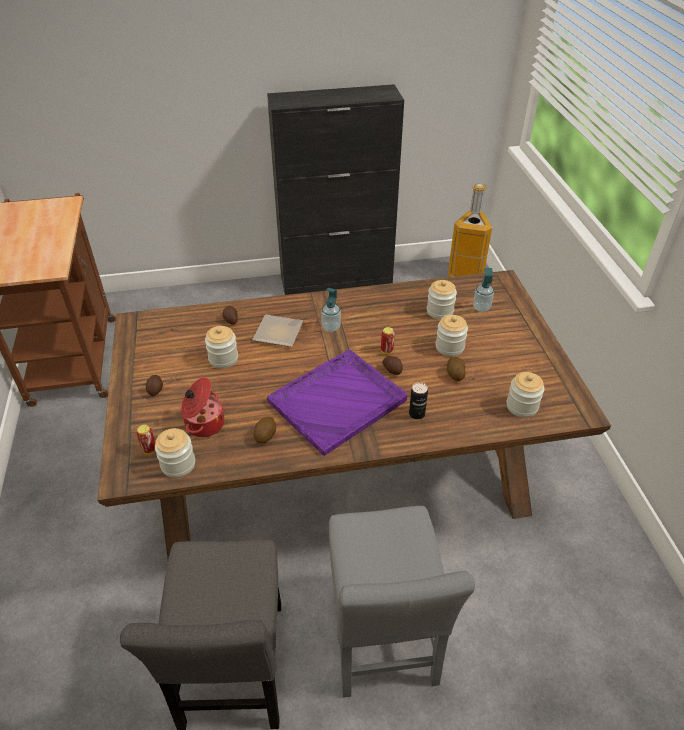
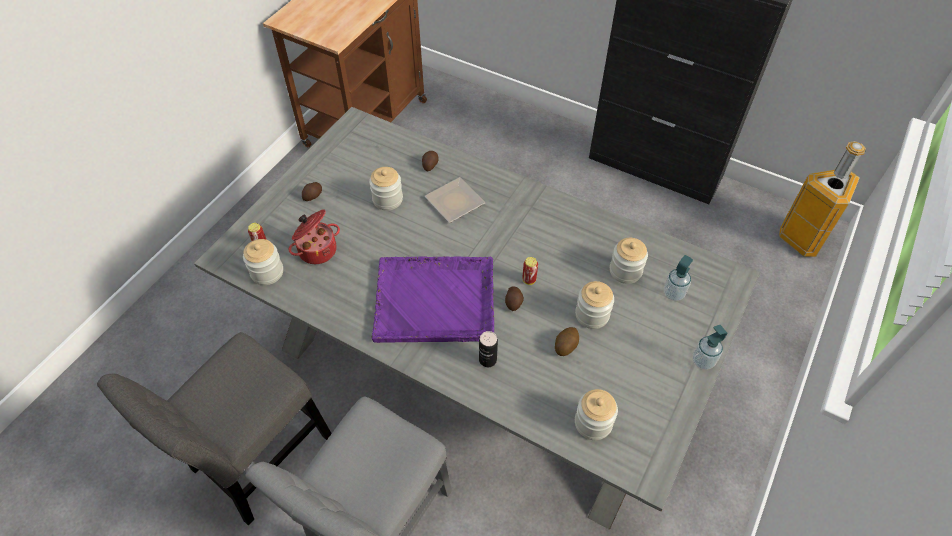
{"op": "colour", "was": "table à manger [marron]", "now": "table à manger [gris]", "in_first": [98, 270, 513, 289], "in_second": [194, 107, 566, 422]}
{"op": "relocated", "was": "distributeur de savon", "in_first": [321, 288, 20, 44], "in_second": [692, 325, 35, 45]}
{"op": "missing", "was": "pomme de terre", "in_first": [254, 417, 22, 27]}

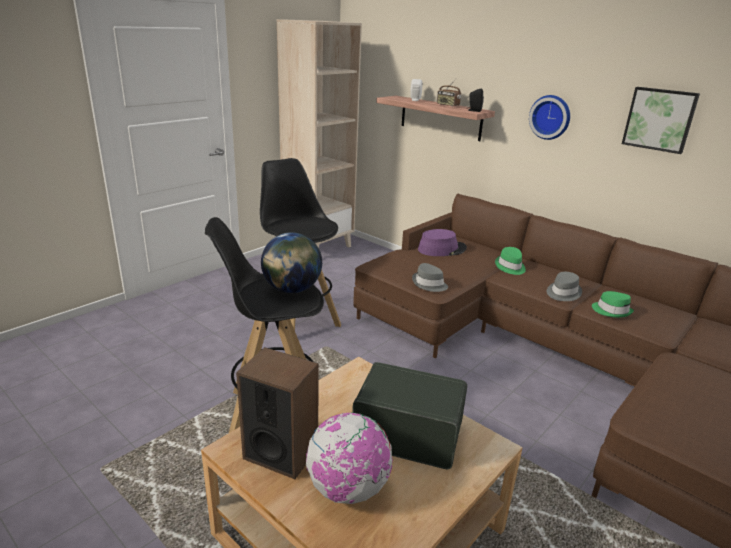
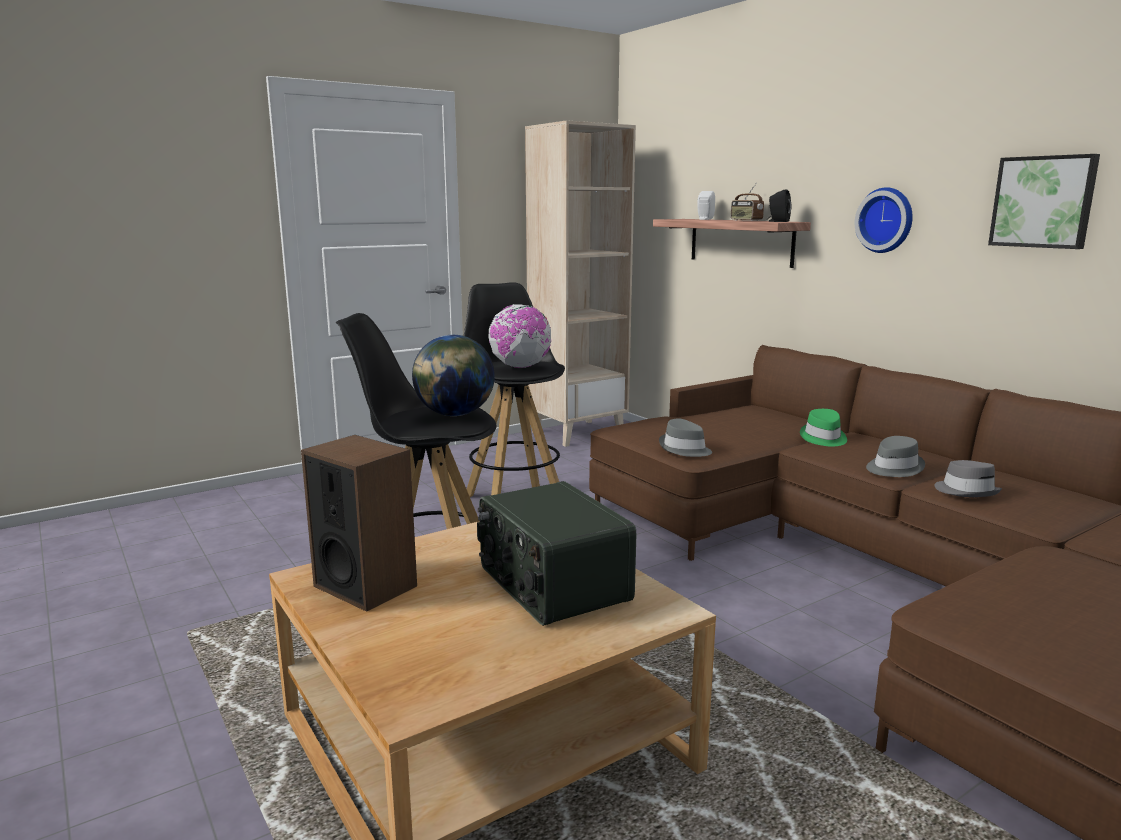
{"op": "spun", "was": "radio", "in_first": [352, 362, 115, 107], "in_second": [477, 481, 159, 145], "clockwise": -150}
{"op": "relocated", "was": "globe", "in_first": [306, 413, 87, 91], "in_second": [488, 304, 63, 64]}
{"op": "colour", "was": "chapeau [vert]", "now": "chapeau [gris]", "in_first": [592, 291, 42, 27], "in_second": [934, 460, 68, 37]}
{"op": "missing", "was": "chapeau [violet]", "in_first": [418, 229, 49, 27]}

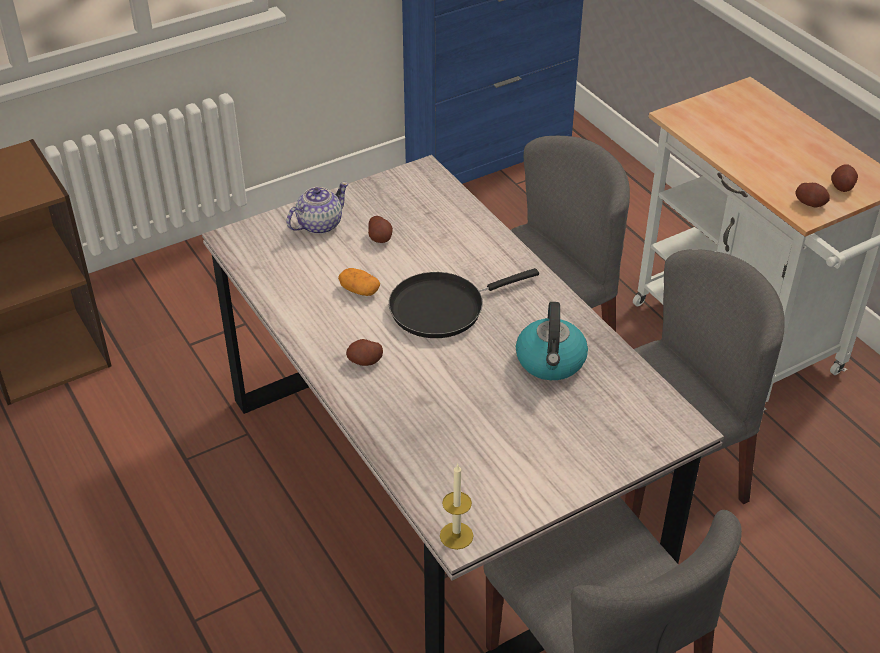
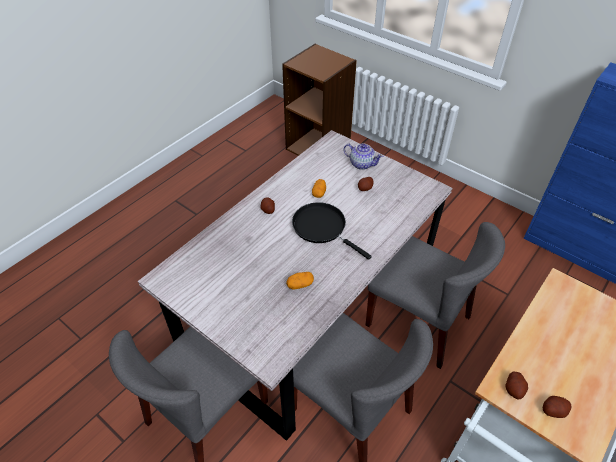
{"op": "exchanged", "was": "bouilloire", "now": "pomme de terre", "in_first": [516, 302, 72, 78], "in_second": [286, 272, 28, 17]}
{"op": "missing", "was": "bougie", "in_first": [440, 463, 33, 87]}

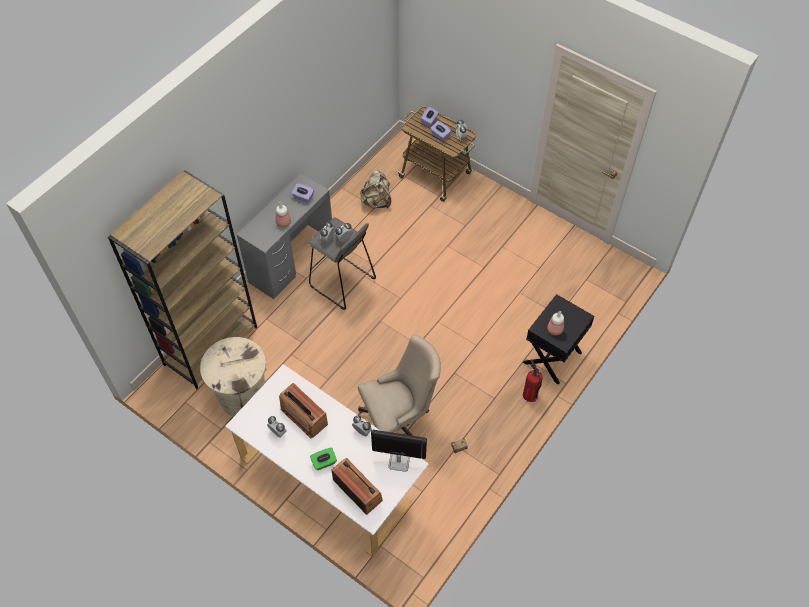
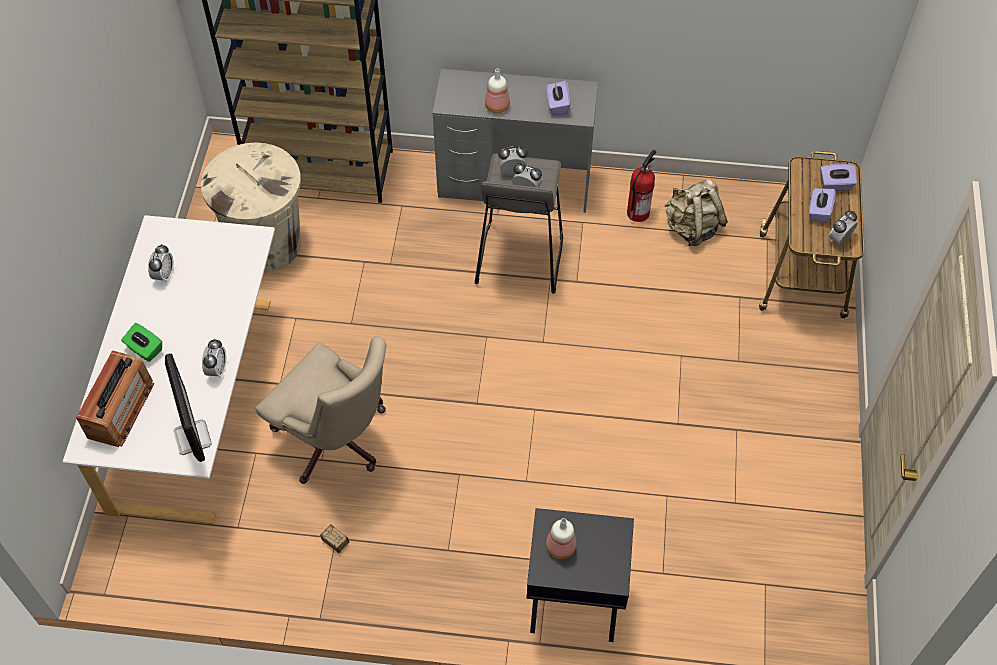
{"op": "relocated", "was": "extincteur", "in_first": [523, 359, 19, 43], "in_second": [627, 150, 30, 72]}
{"op": "missing", "was": "radio", "in_first": [279, 383, 49, 55]}

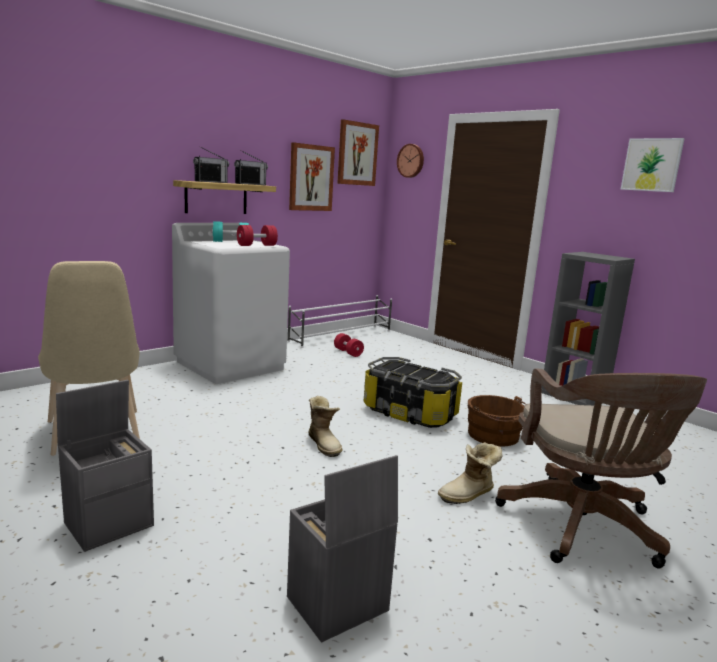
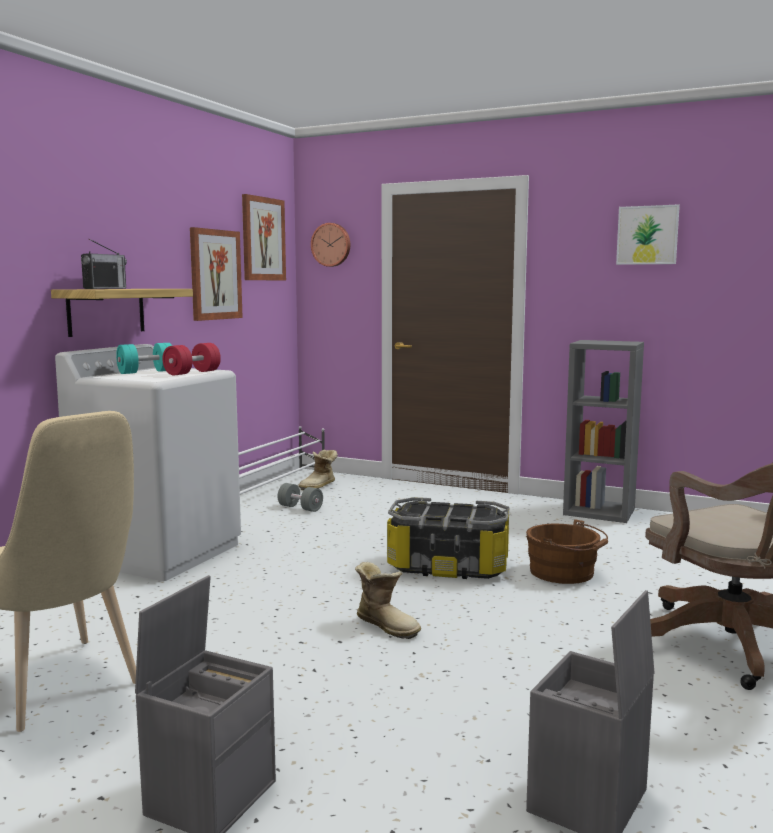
{"op": "colour", "was": "haltère [rouge]", "now": "haltère [gris]", "in_first": [334, 333, 30, 24], "in_second": [278, 483, 45, 29]}
{"op": "relocated", "was": "botte", "in_first": [438, 442, 64, 62], "in_second": [298, 450, 40, 41]}
{"op": "missing", "was": "radio", "in_first": [234, 150, 34, 35]}

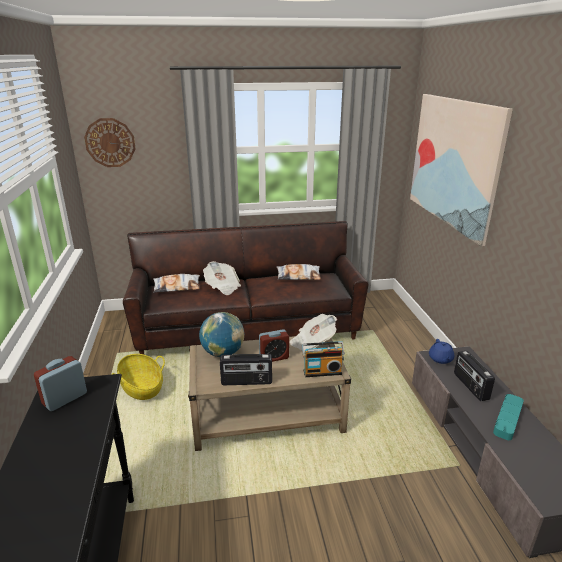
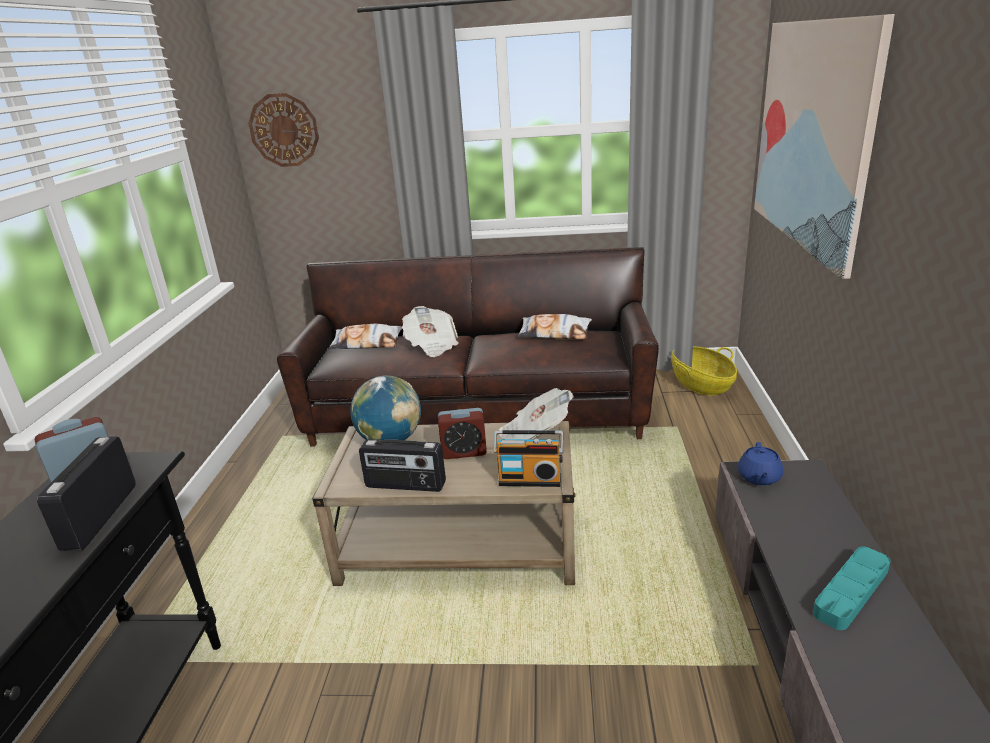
{"op": "relocated", "was": "radio", "in_first": [454, 351, 41, 50], "in_second": [37, 436, 99, 115]}
{"op": "relocated", "was": "panier", "in_first": [112, 354, 53, 46], "in_second": [671, 346, 66, 49]}

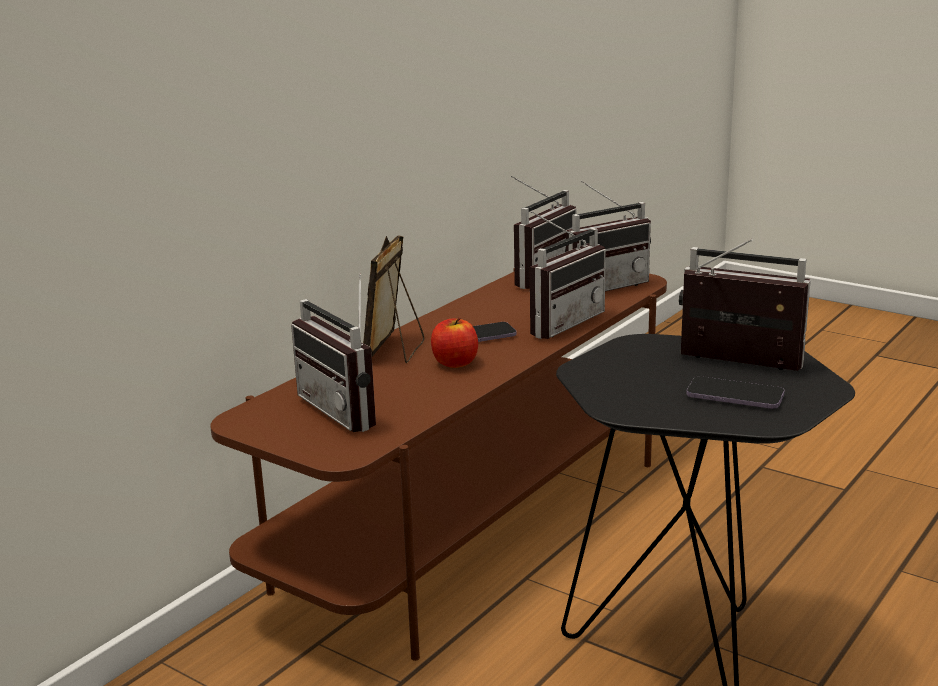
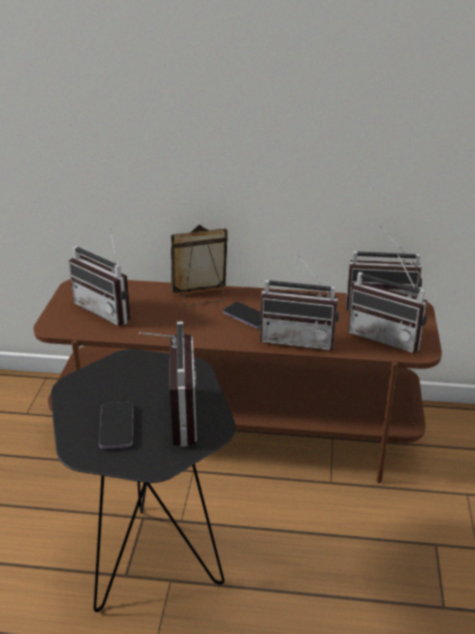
{"op": "spun", "was": "radio", "in_first": [291, 274, 85, 158], "in_second": [69, 228, 62, 98], "clockwise": -75}
{"op": "missing", "was": "pomme", "in_first": [431, 318, 47, 50]}

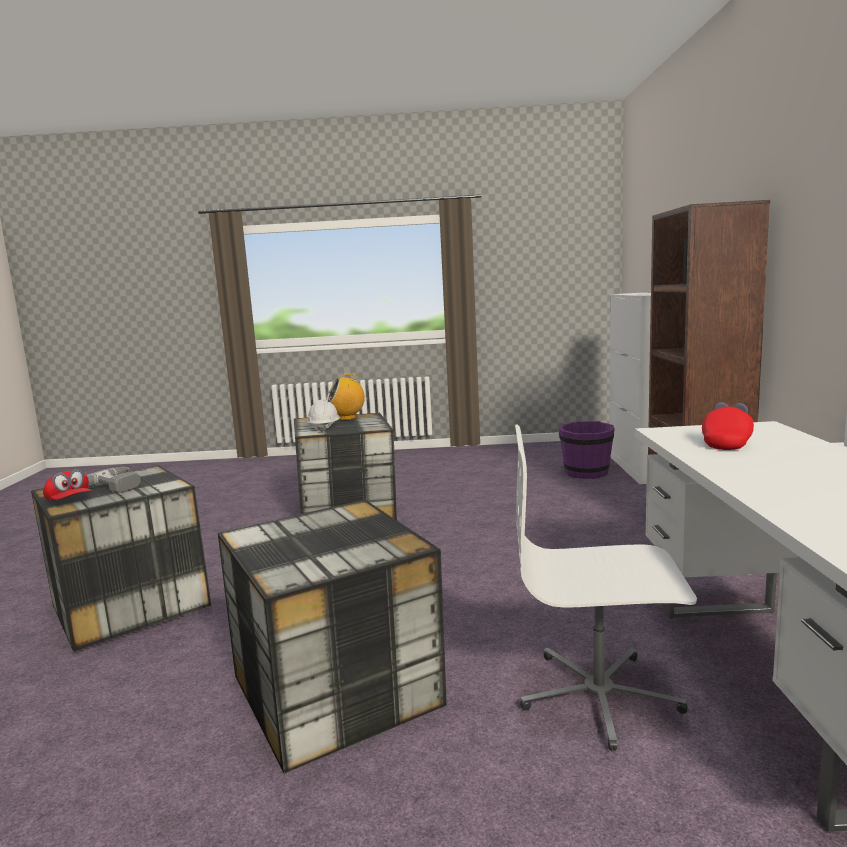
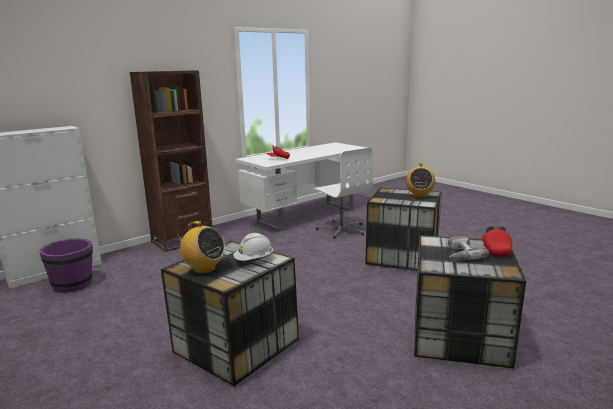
{"op": "appeared", "now": "radio", "in_second": [406, 163, 29, 35]}

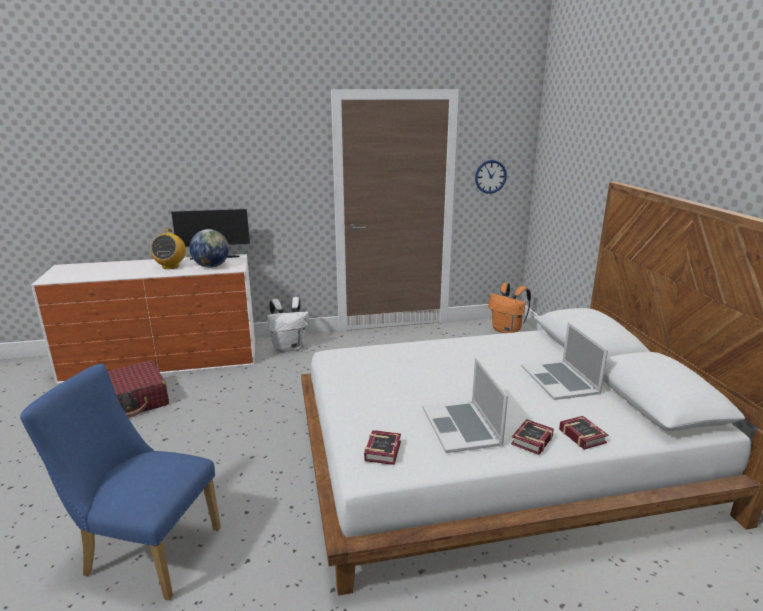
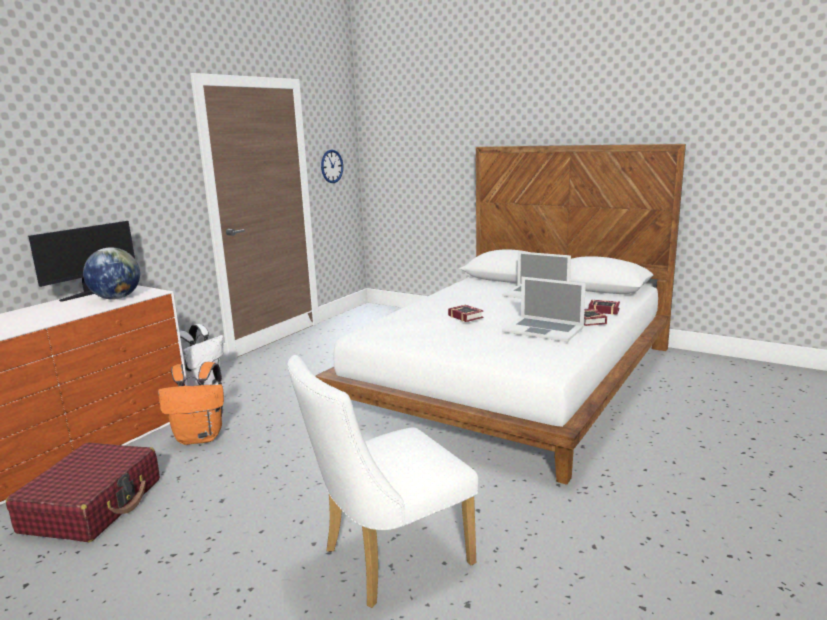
{"op": "relocated", "was": "sac à dos [orange]", "in_first": [488, 283, 43, 50], "in_second": [158, 362, 66, 83]}
{"op": "colour", "was": "chaise [bleu]", "now": "chaise [blanc]", "in_first": [20, 364, 201, 236], "in_second": [288, 355, 190, 253]}
{"op": "relocated", "was": "livre", "in_first": [364, 430, 37, 35], "in_second": [448, 305, 36, 17]}
{"op": "missing", "was": "radio", "in_first": [150, 229, 36, 40]}

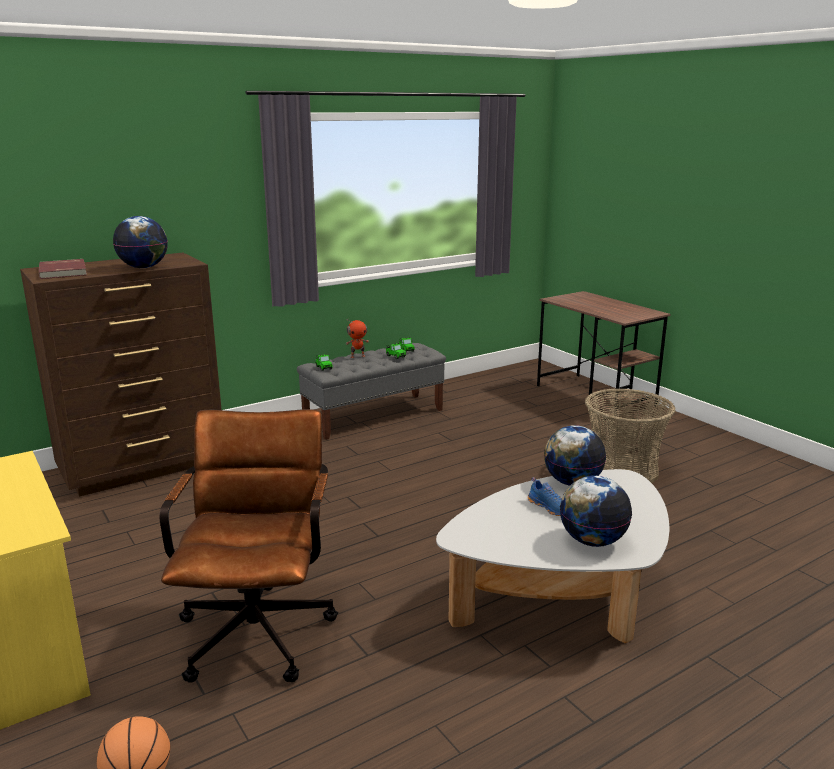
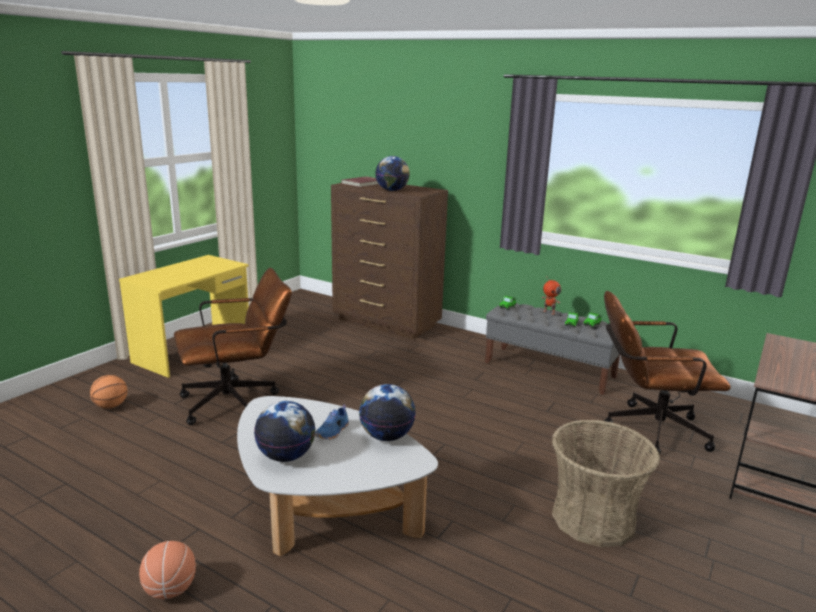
{"op": "appeared", "now": "ballon de basket", "in_second": [139, 541, 57, 58]}
{"op": "appeared", "now": "chaise de bureau [marron]", "in_second": [604, 291, 127, 165]}

